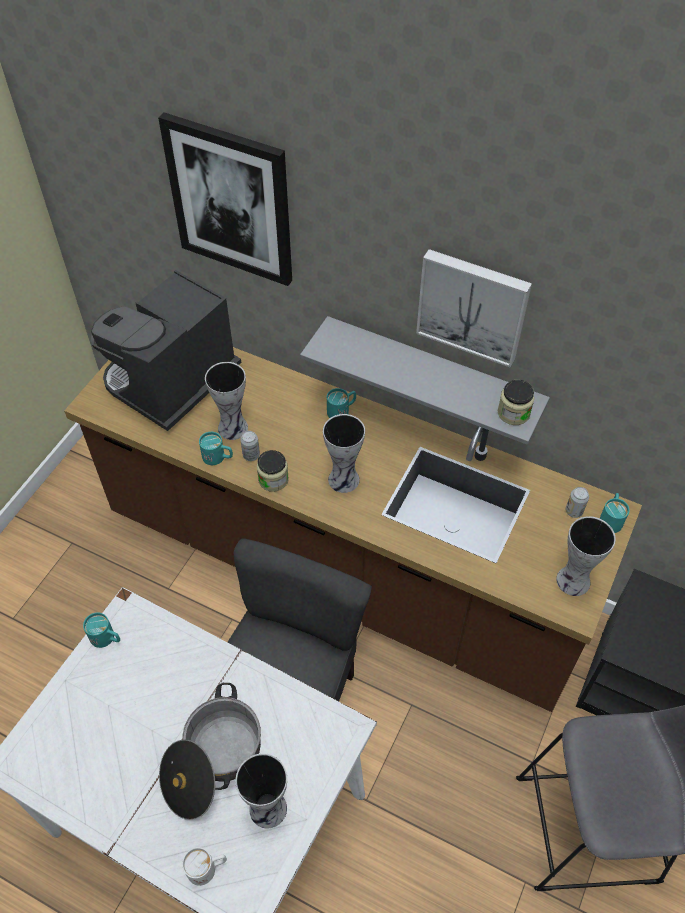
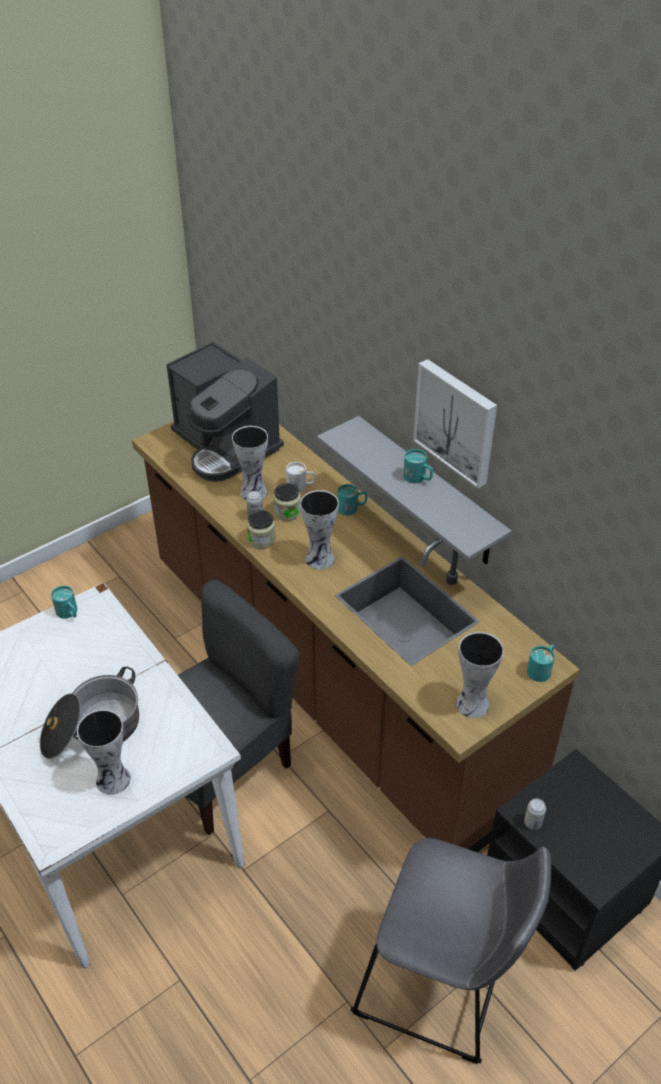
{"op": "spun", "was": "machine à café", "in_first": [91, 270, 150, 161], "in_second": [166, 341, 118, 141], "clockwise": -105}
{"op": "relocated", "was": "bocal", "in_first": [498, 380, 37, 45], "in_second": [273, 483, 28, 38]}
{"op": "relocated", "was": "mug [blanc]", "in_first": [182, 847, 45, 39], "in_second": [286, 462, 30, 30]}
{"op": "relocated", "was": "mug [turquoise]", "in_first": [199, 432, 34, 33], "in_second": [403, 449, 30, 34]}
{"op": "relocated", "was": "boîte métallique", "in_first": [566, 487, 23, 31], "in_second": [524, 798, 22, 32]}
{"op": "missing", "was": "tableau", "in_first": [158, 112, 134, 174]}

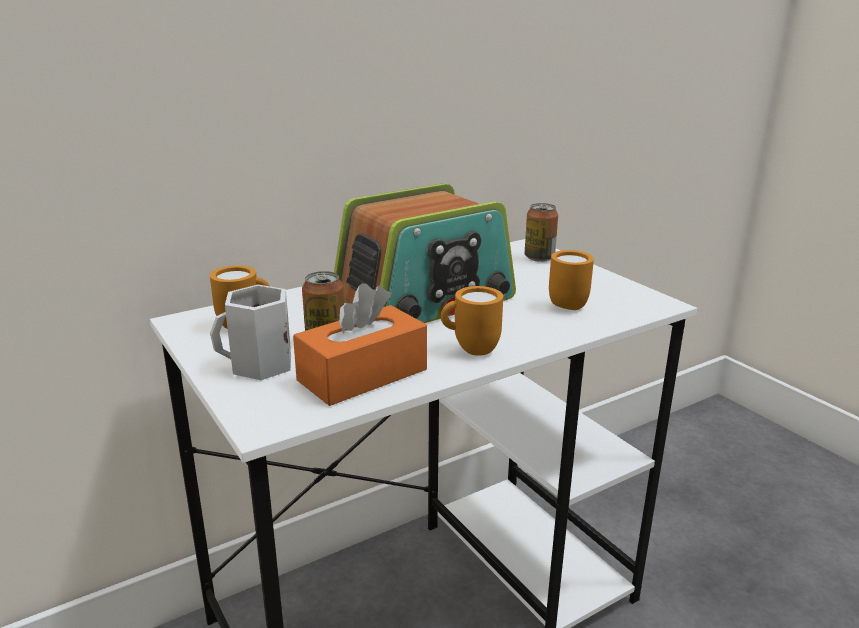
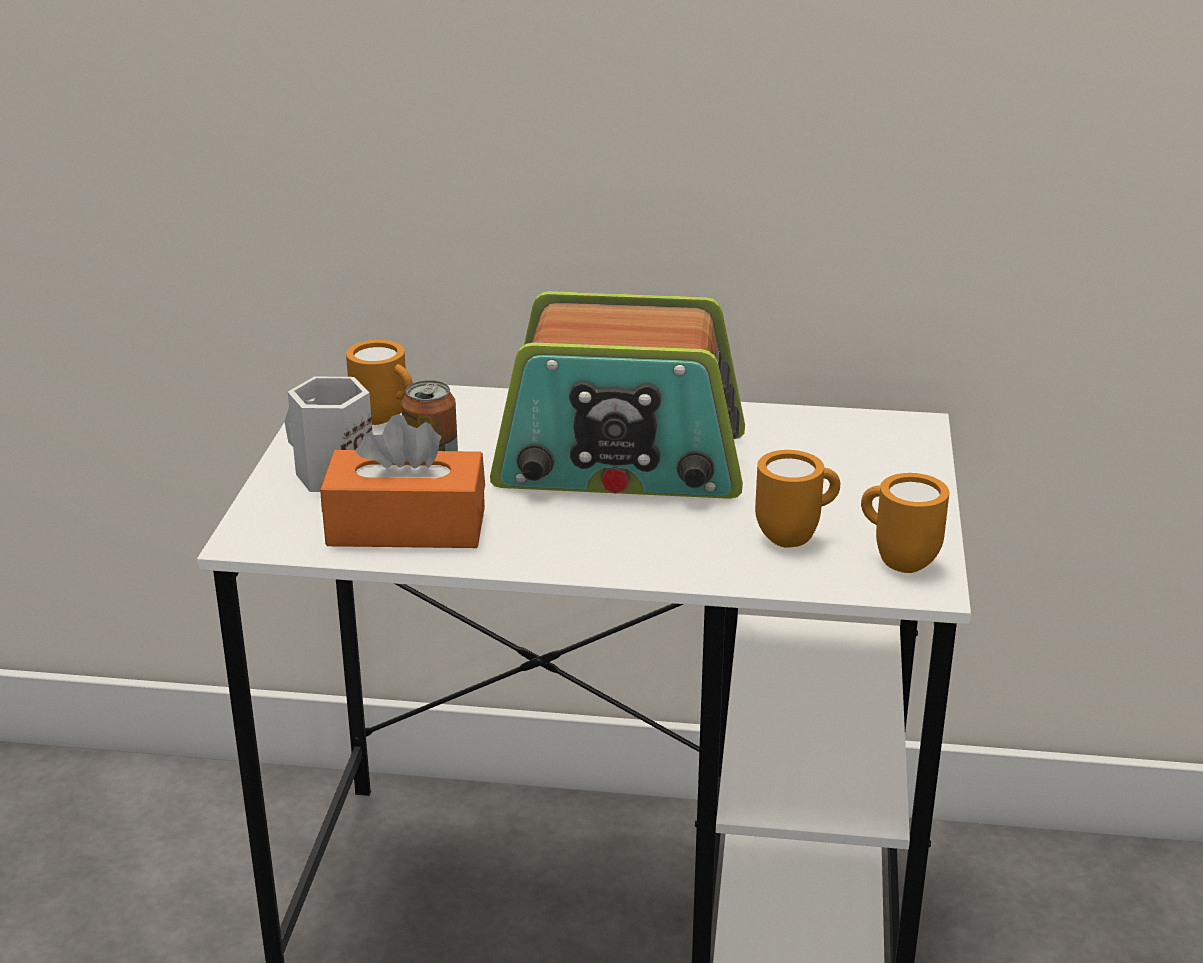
{"op": "relocated", "was": "mug [orange]", "in_first": [441, 286, 62, 70], "in_second": [861, 473, 88, 100]}
{"op": "missing", "was": "boîte métallique", "in_first": [525, 203, 33, 59]}

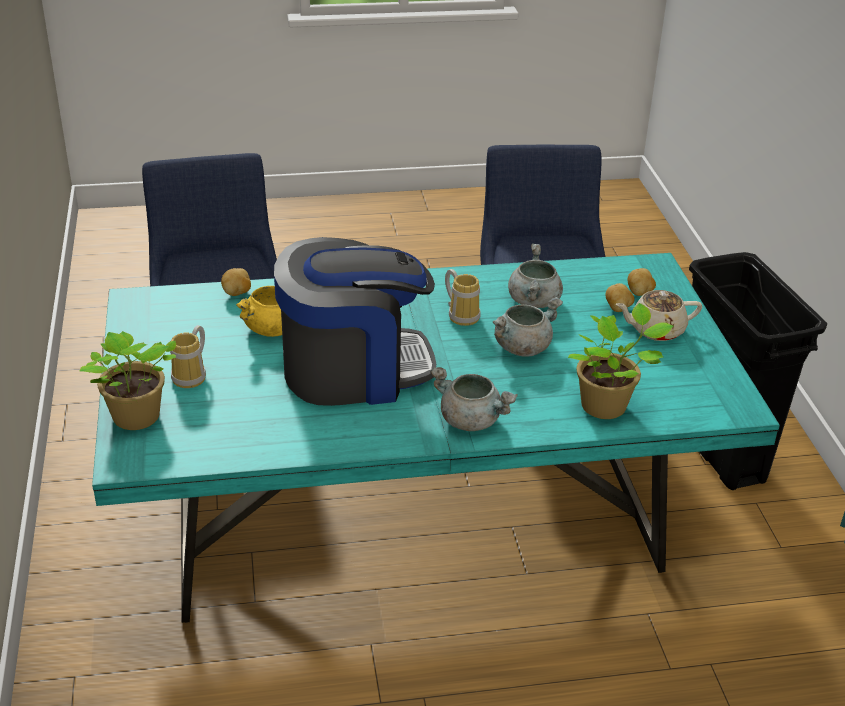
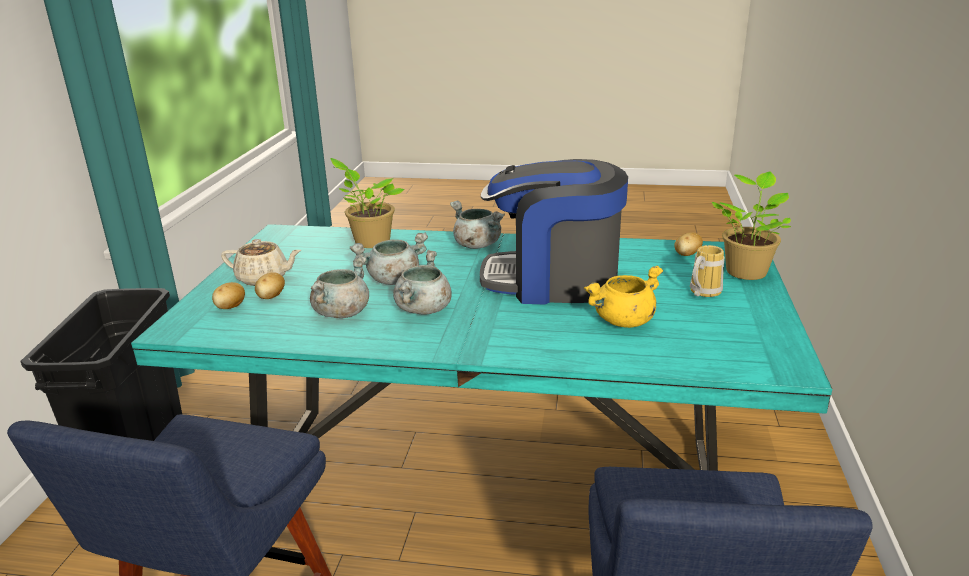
{"op": "exchanged", "was": "mug", "now": "marmite [gris]", "in_first": [445, 269, 36, 57], "in_second": [393, 250, 59, 65]}
{"op": "relocated", "was": "pomme de terre", "in_first": [221, 268, 30, 28], "in_second": [674, 233, 29, 23]}

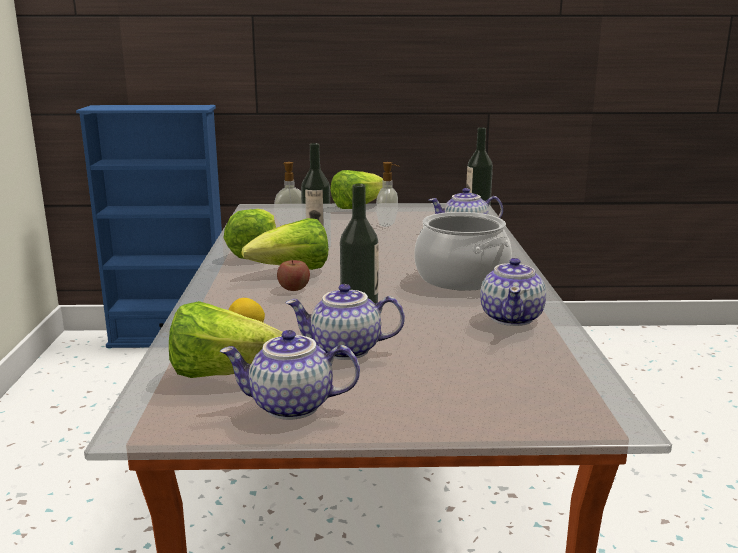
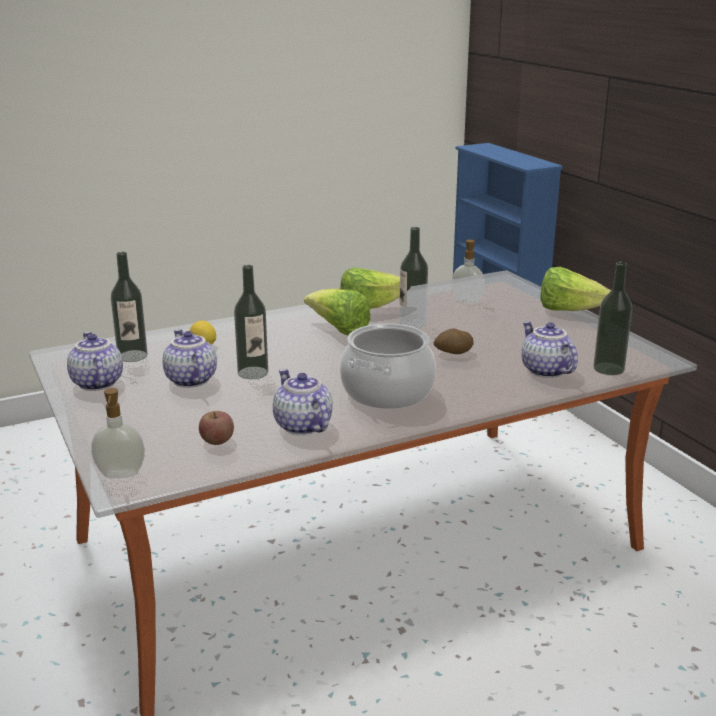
{"op": "relocated", "was": "distributeur de savon", "in_first": [376, 162, 23, 65], "in_second": [91, 388, 54, 90]}
{"op": "exchanged", "was": "laitue", "now": "bouteille", "in_first": [169, 301, 113, 77], "in_second": [111, 252, 36, 110]}
{"op": "relocated", "was": "pomme", "in_first": [277, 260, 33, 31], "in_second": [199, 411, 35, 34]}
{"op": "spun", "was": "théière", "in_first": [480, 258, 66, 68], "in_second": [273, 369, 60, 66], "clockwise": 75}
{"op": "appeared", "now": "pomme de terre", "in_second": [434, 328, 39, 26]}

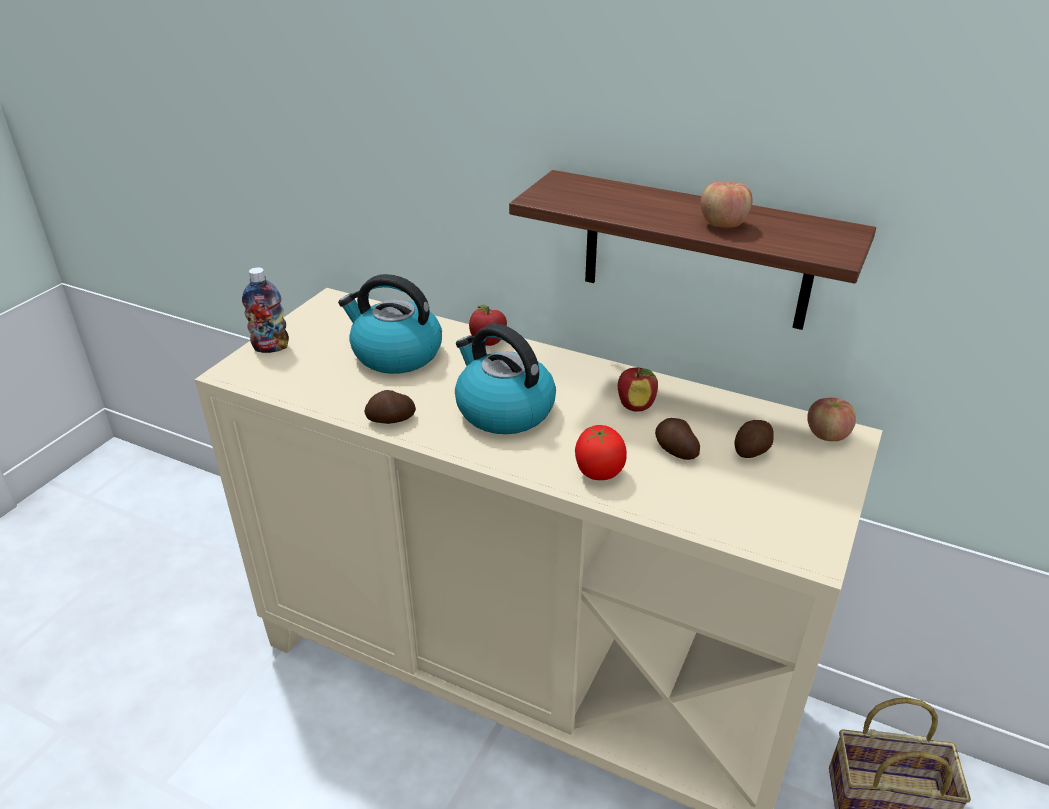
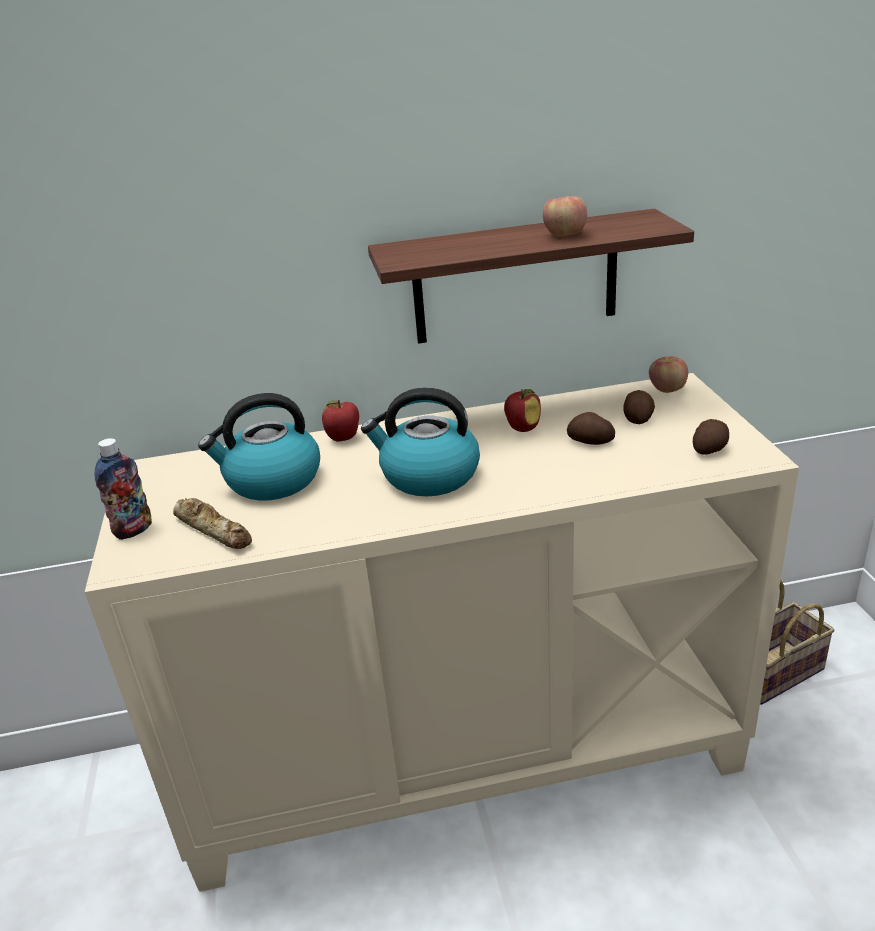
{"op": "appeared", "now": "pain", "in_second": [173, 498, 79, 51]}
{"op": "relocated", "was": "pomme de terre", "in_first": [364, 390, 52, 34], "in_second": [693, 419, 36, 36]}
{"op": "missing", "was": "tomate", "in_first": [575, 425, 52, 55]}

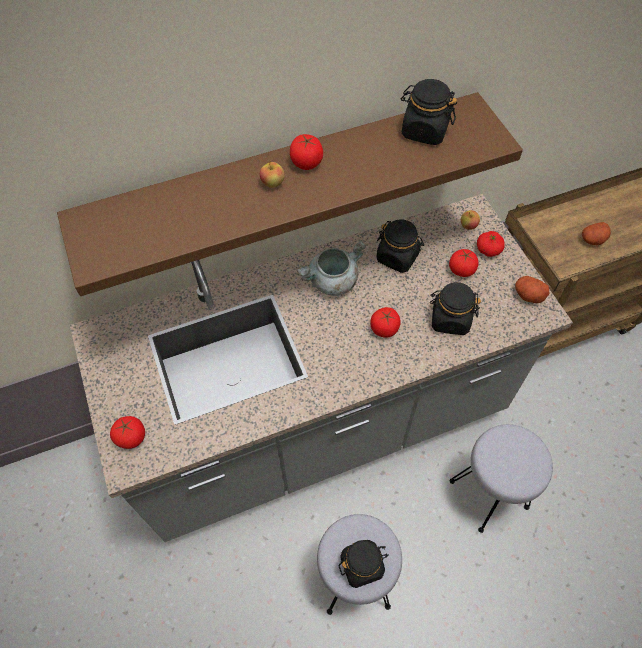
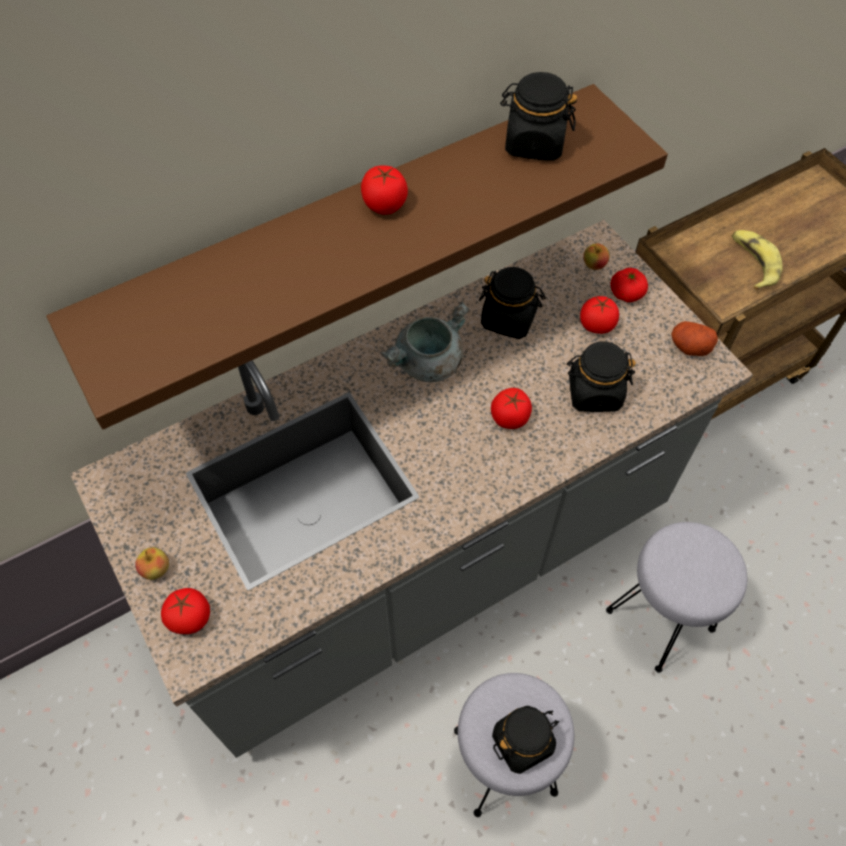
{"op": "relocated", "was": "pomme", "in_first": [260, 160, 25, 28], "in_second": [135, 547, 34, 33]}
{"op": "exchanged", "was": "pomme de terre", "now": "banane", "in_first": [582, 222, 29, 23], "in_second": [731, 230, 52, 60]}

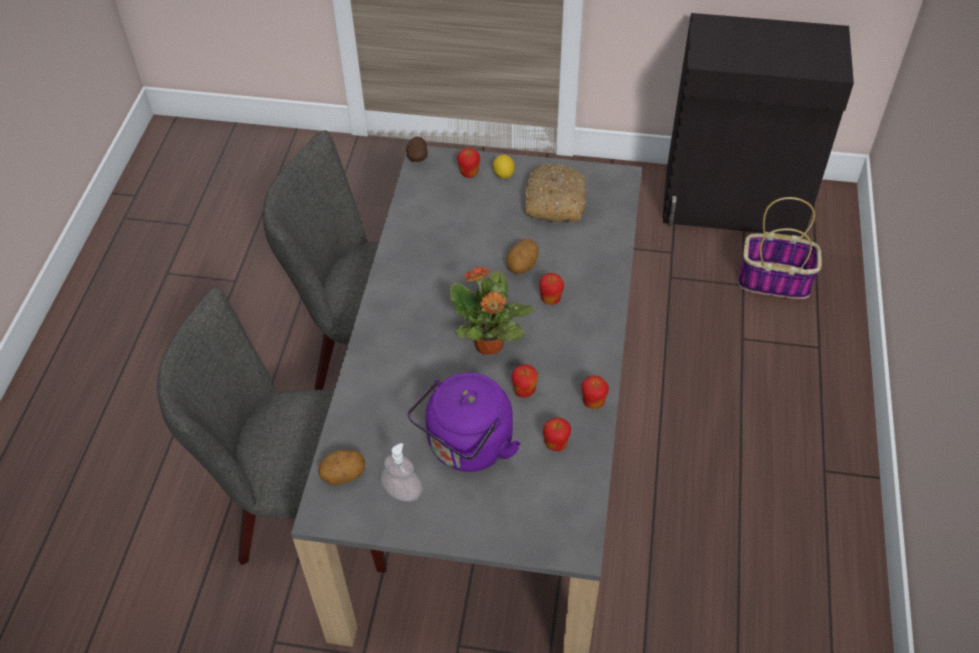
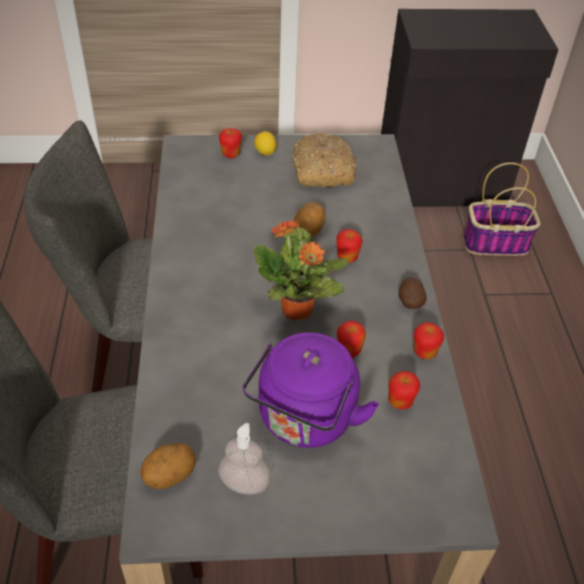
{"op": "relocated", "was": "pomme de terre", "in_first": [406, 137, 22, 25], "in_second": [398, 278, 29, 31]}

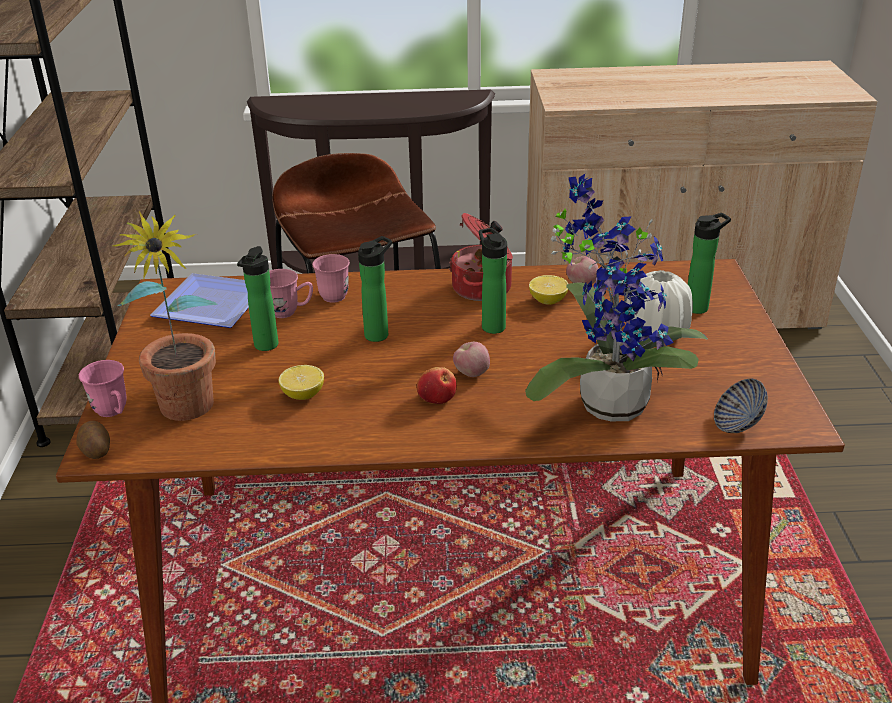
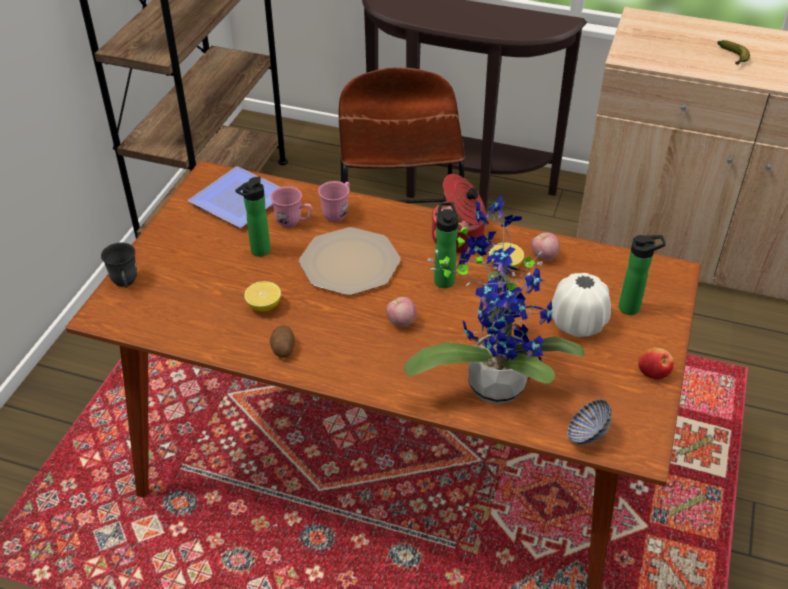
{"op": "colour", "was": "mug [rose]", "now": "mug [gris]", "in_first": [79, 360, 48, 57], "in_second": [101, 243, 36, 45]}
{"op": "relocated", "was": "pomme de terre", "in_first": [76, 421, 34, 38], "in_second": [270, 325, 25, 33]}
{"op": "exchanged", "was": "bouteille", "now": "assiette", "in_first": [358, 236, 34, 106], "in_second": [299, 227, 102, 68]}
{"op": "relocated", "was": "pomme", "in_first": [417, 367, 40, 37], "in_second": [638, 347, 36, 33]}
{"op": "appeared", "now": "banane", "in_second": [717, 40, 33, 25]}
{"op": "missing", "was": "plante en pot", "in_first": [112, 211, 105, 210]}

